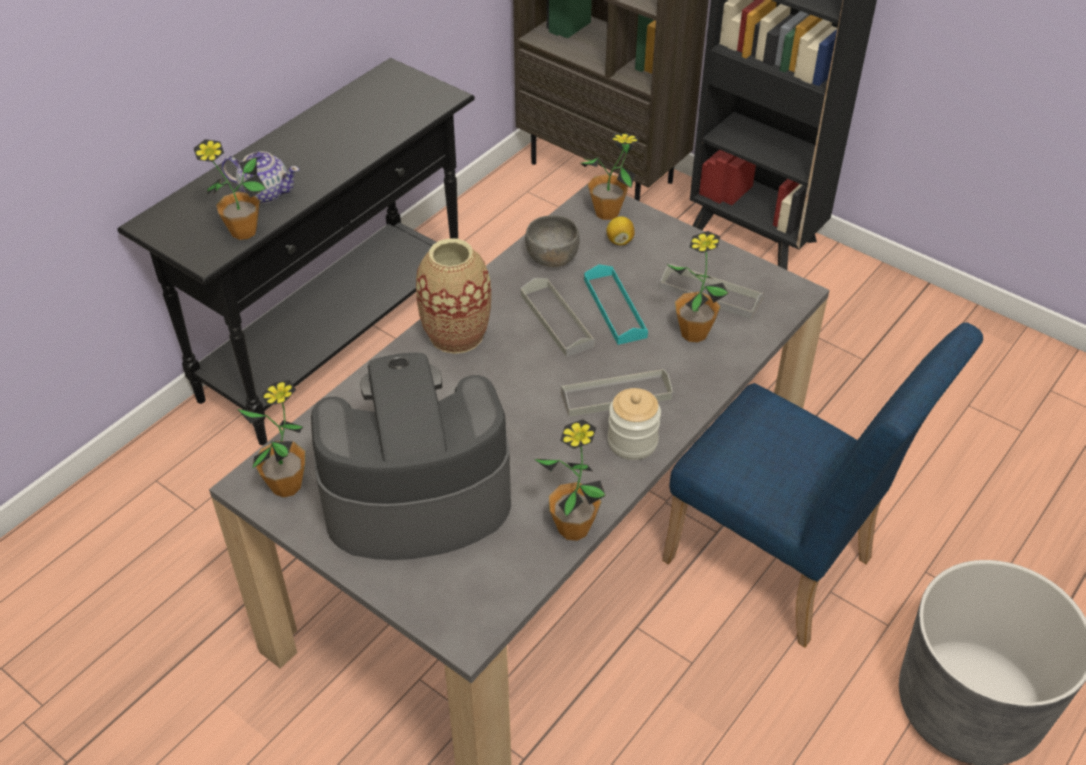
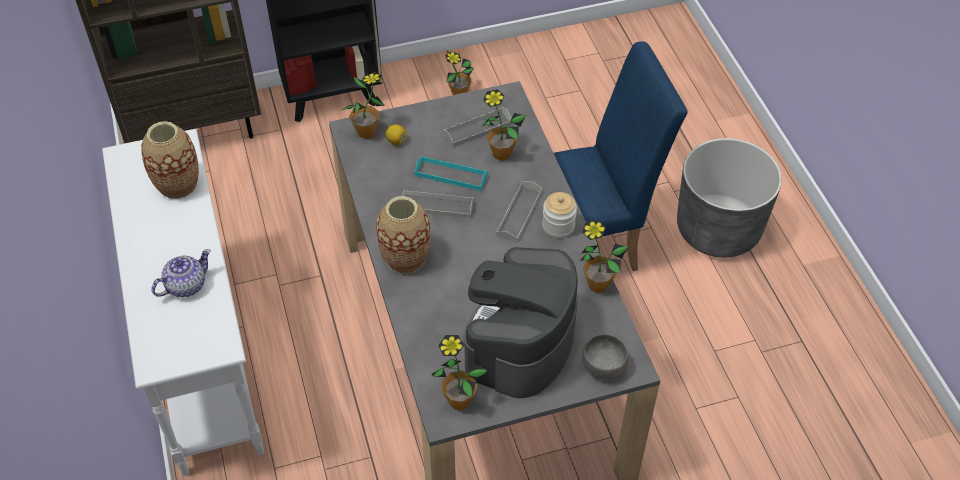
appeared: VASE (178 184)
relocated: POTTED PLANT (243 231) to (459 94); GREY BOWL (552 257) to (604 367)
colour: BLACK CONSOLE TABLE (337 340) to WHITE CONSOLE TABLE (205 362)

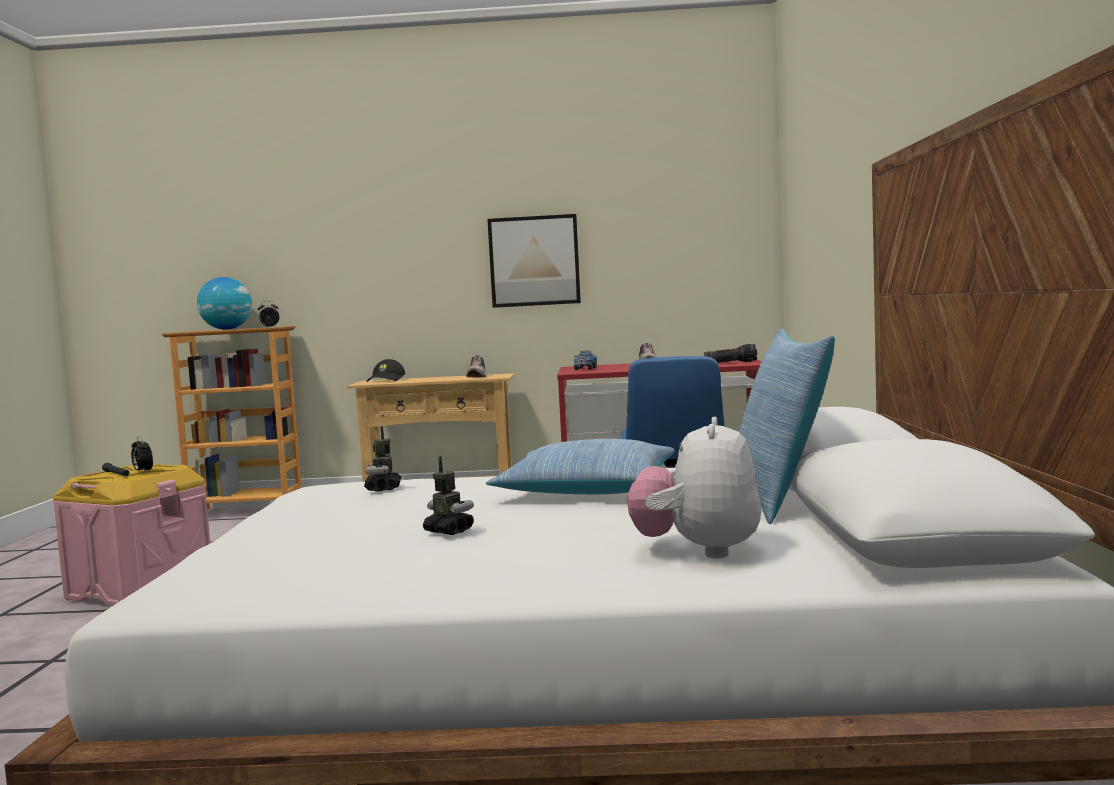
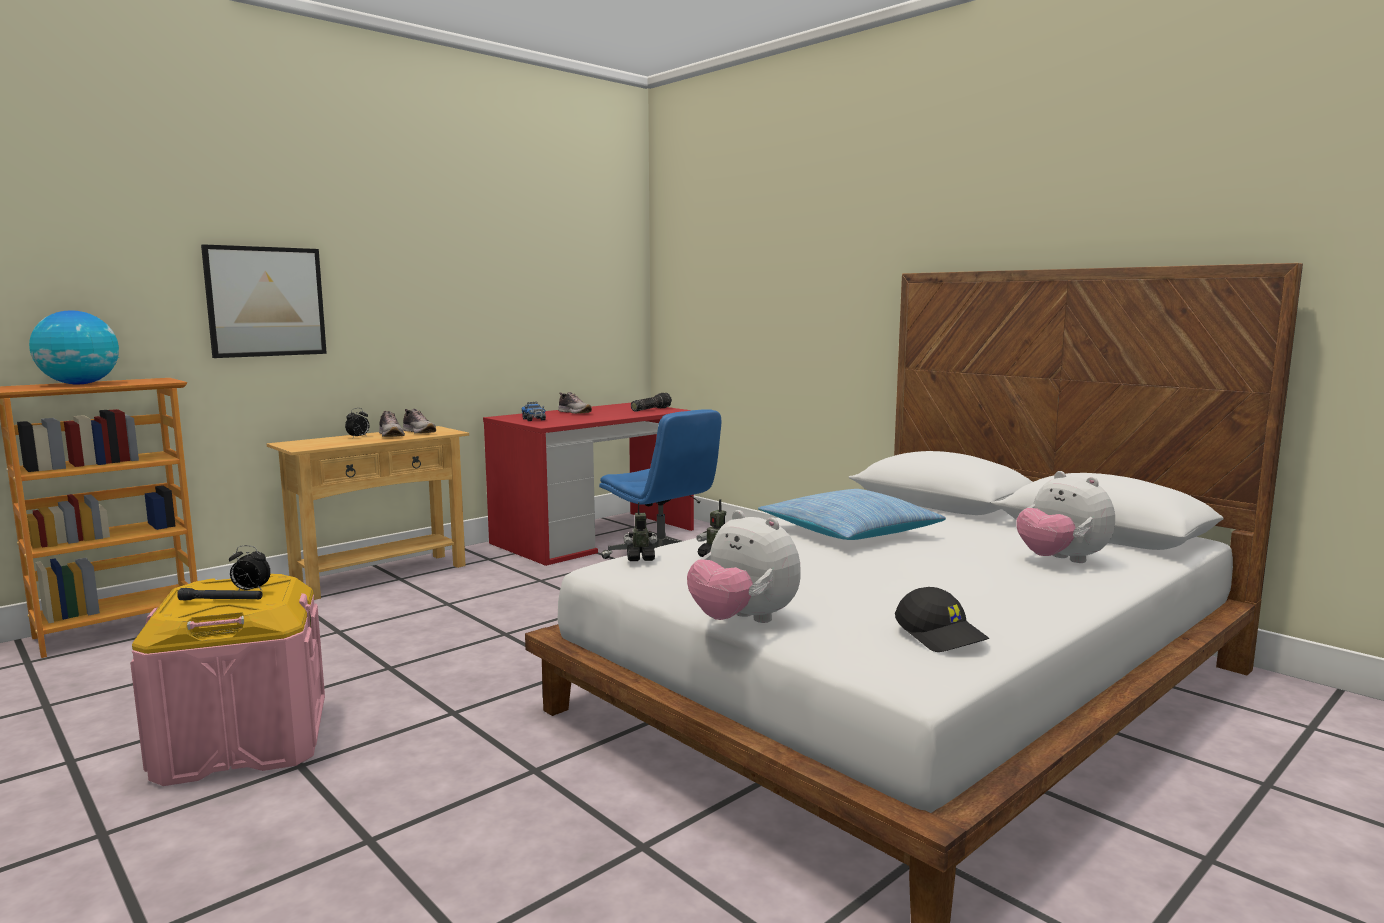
missing: PILLOW (780 500)
appeared: SHOE (391 435); PLUSH TOY (743 621)
relocated: PICTURE (534 261) to (266 301); ALARM CLOCK (269 327) to (358 437); BLACK CAP (387 380) to (942 635); TOY ROBOT (449 531) to (640 559)

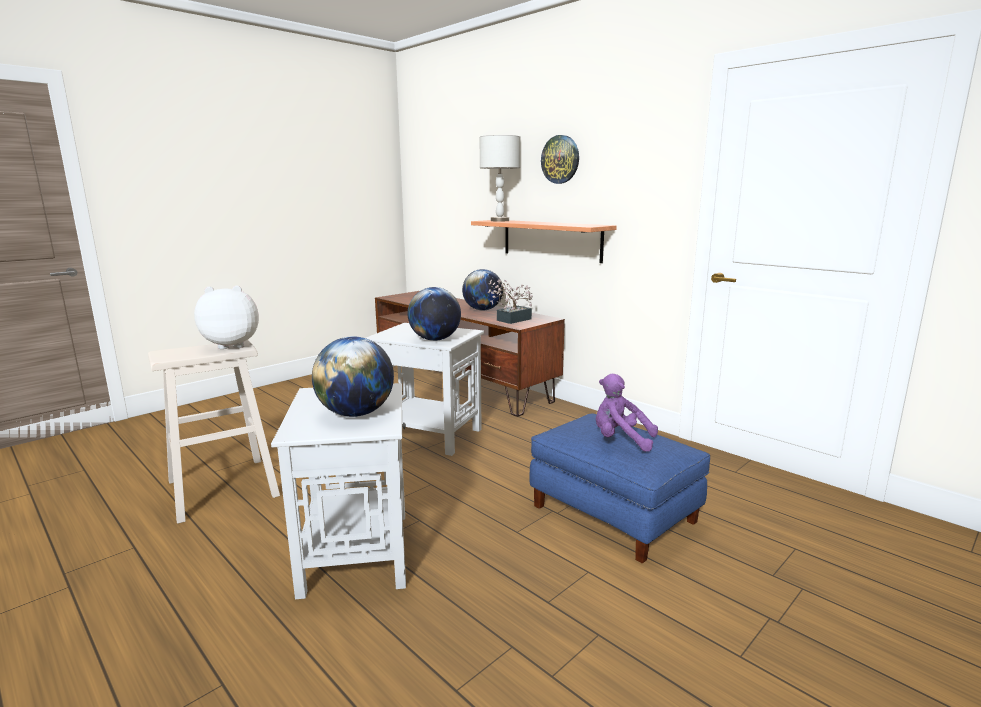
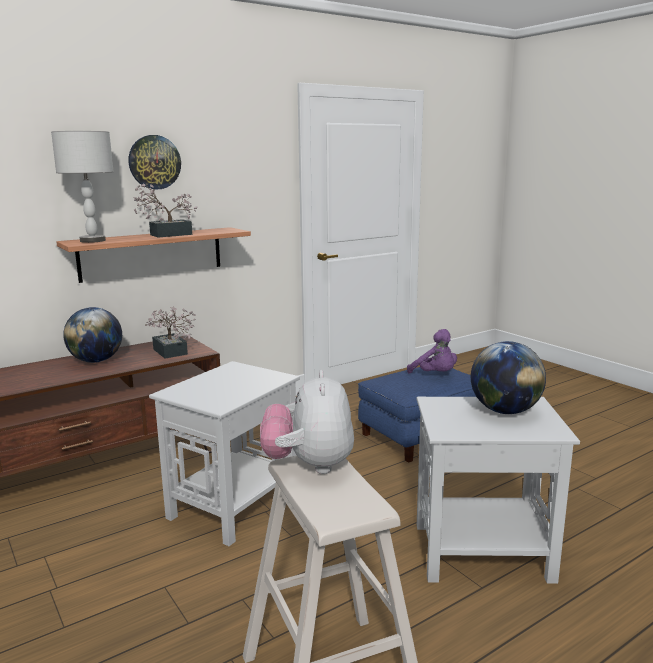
missing: GLOBE (435 339)
appeared: POTTED PLANT (166 235)
spun: PURPLE PLUSH TOY (620 440) = (435 375) 75 degrees counterclockwise

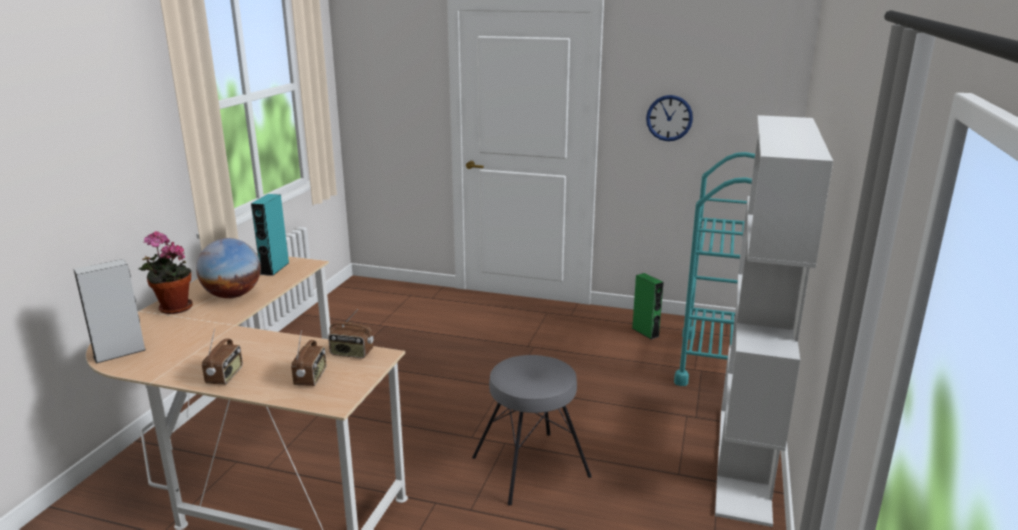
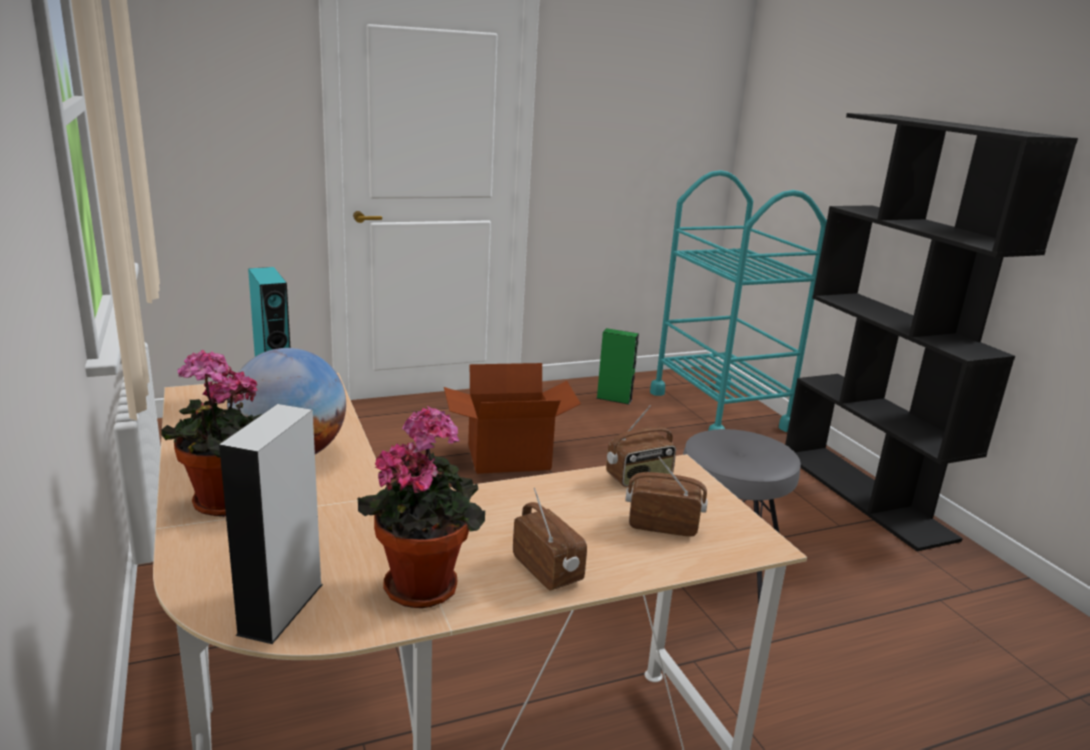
missing: WALL CLOCK (669 118)
appeared: CARDBOARD BOX (509 458); POTTED PLANT (424 583)
colour: WHITE BOOKCASE (744 463) to BLACK BOOKCASE (866 495)
spun: RADIO (311 378) = (662 525) 45 degrees counterclockwise

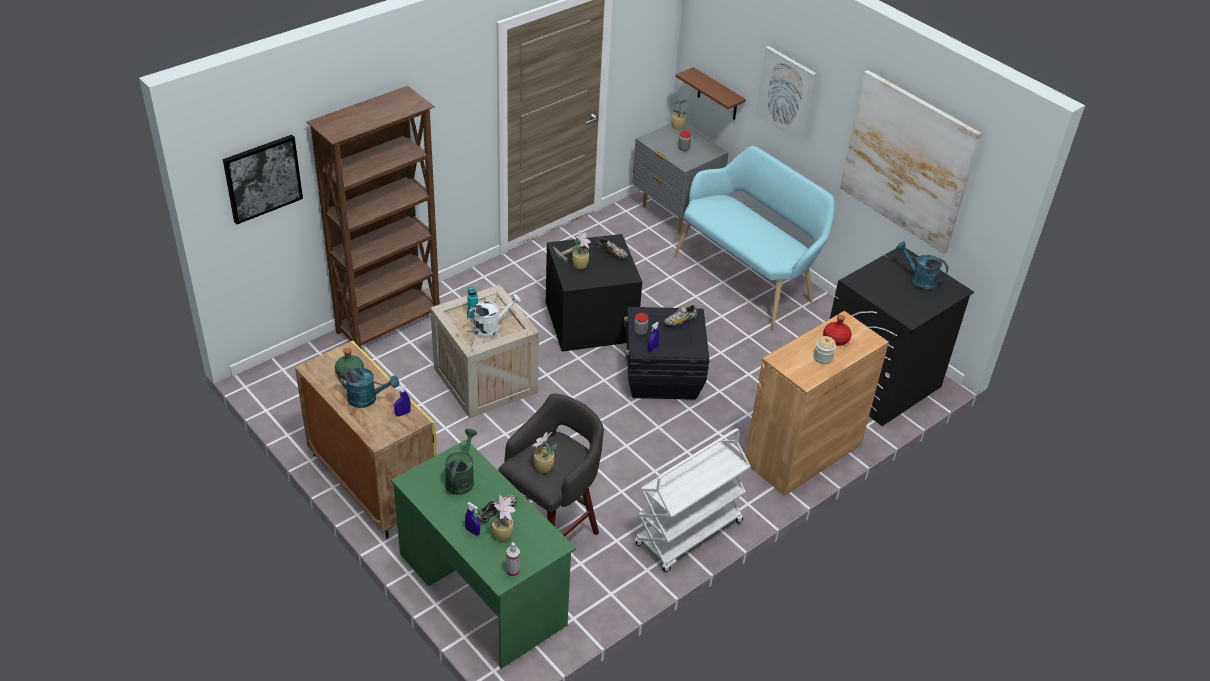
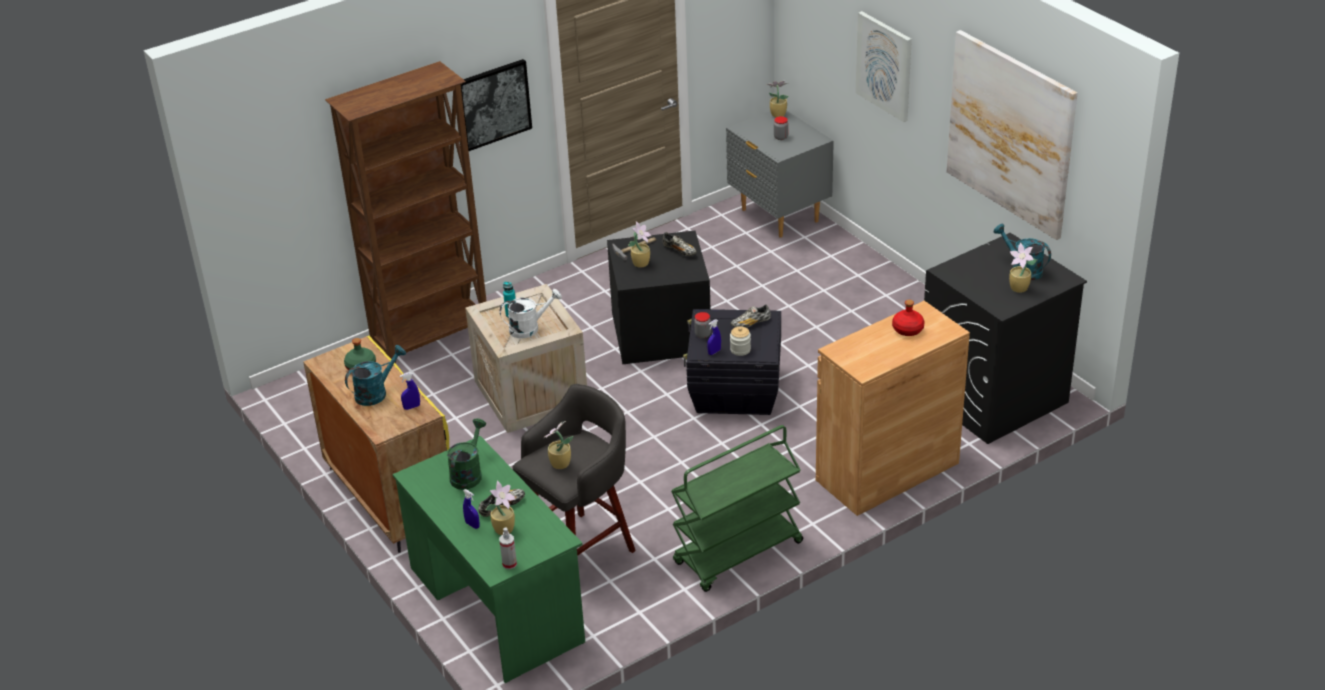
missing: BROWN SHELF (717 95); TURQUOISE BENCH (748 278)
appeared: POTTED PLANT (1019 289)
relocated: PICTURE (262 178) to (493 104); JAR (823 357) to (740 350)
colour: WHITE CART (688 534) to GREEN CART (738 554)
spun: TURQUOISE WATERING CAN (367 399) = (376 393) 60 degrees counterclockwise

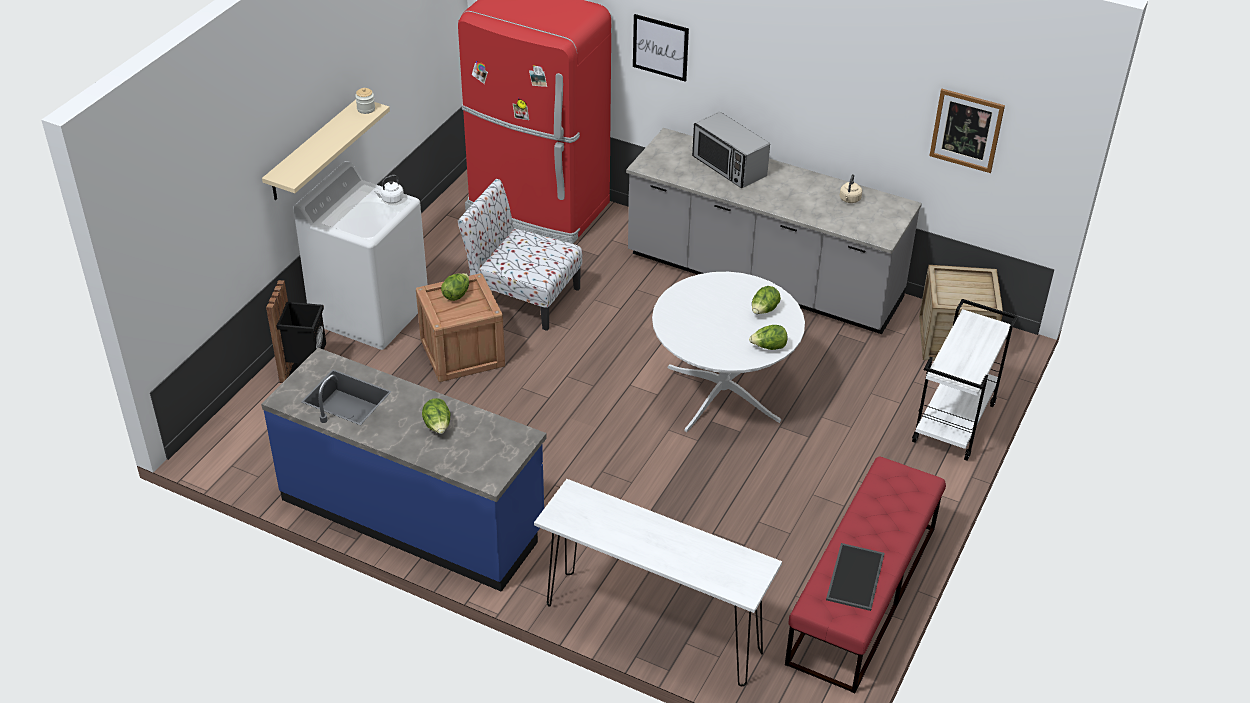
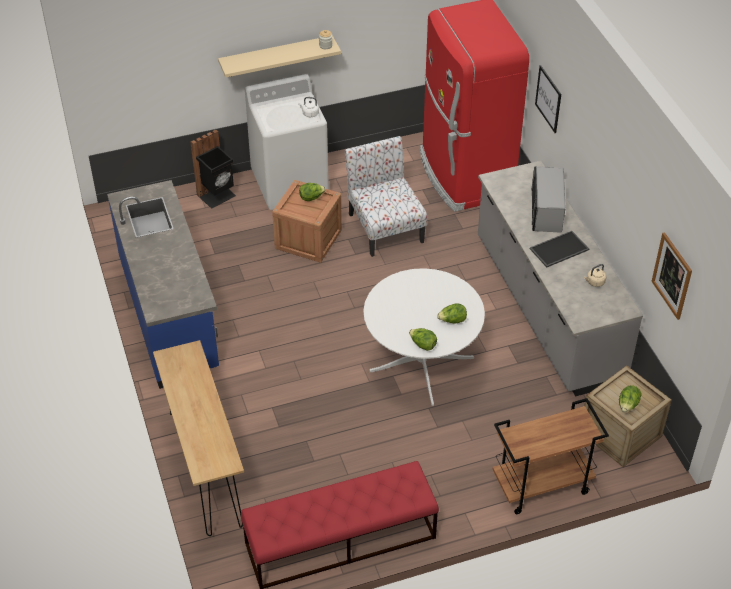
relocated: LETTUCE (438 426) to (628 405); TRAY (856 578) to (559 250)
colour: WHITE CART (954 424) to BROWN CART (541 486); WHITE CONSOLE TABLE (653 628) to BROWN CONSOLE TABLE (205 468)

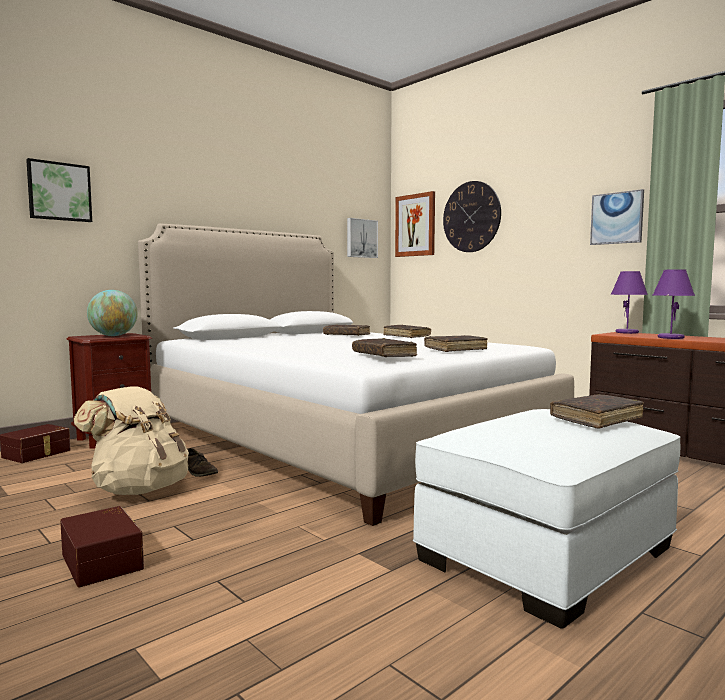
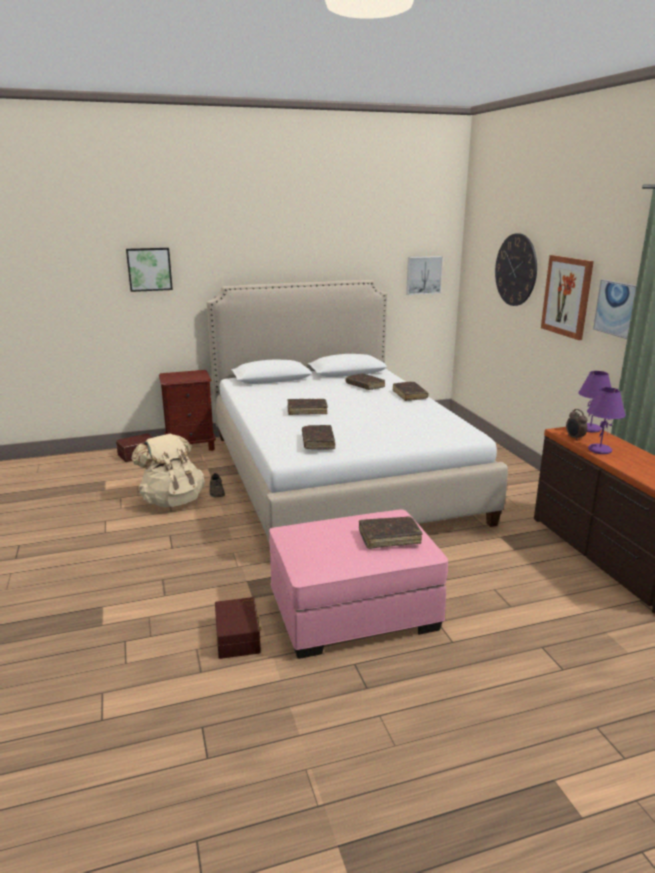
missing: GLOBE (113 336)
appeared: ALARM CLOCK (574 438)
relocated: PICTURE (415 225) to (567 296); BROWN BOOK (455 349) to (307 411); BROWN STORAGE BOX (104 561) to (239 637)
colour: WHITE OTTOMAN (547 552) to PINK OTTOMAN (355 611)

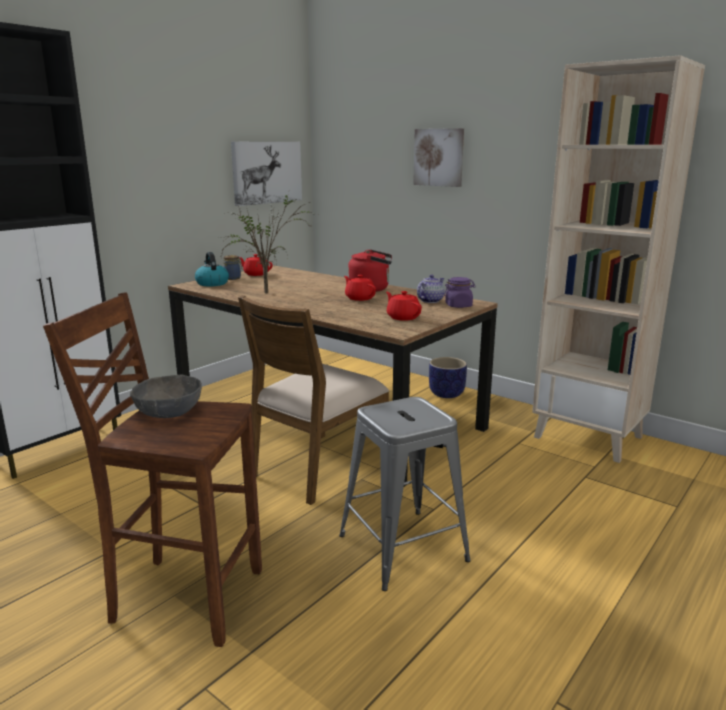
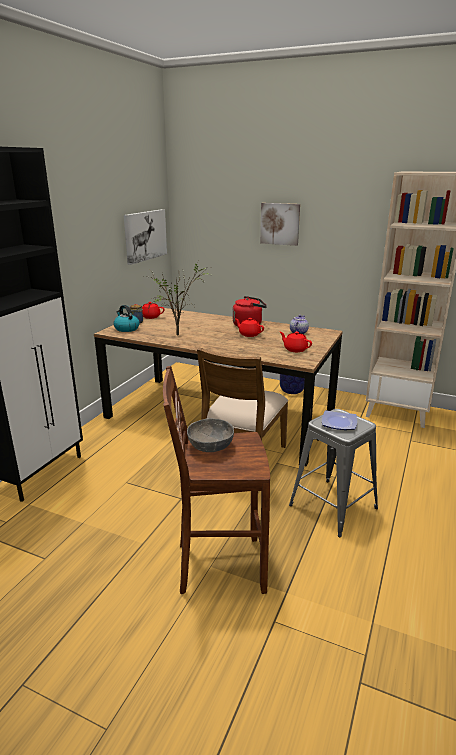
missing: PURPLE JAR (458 306)
appeared: PLATE (338 423)

